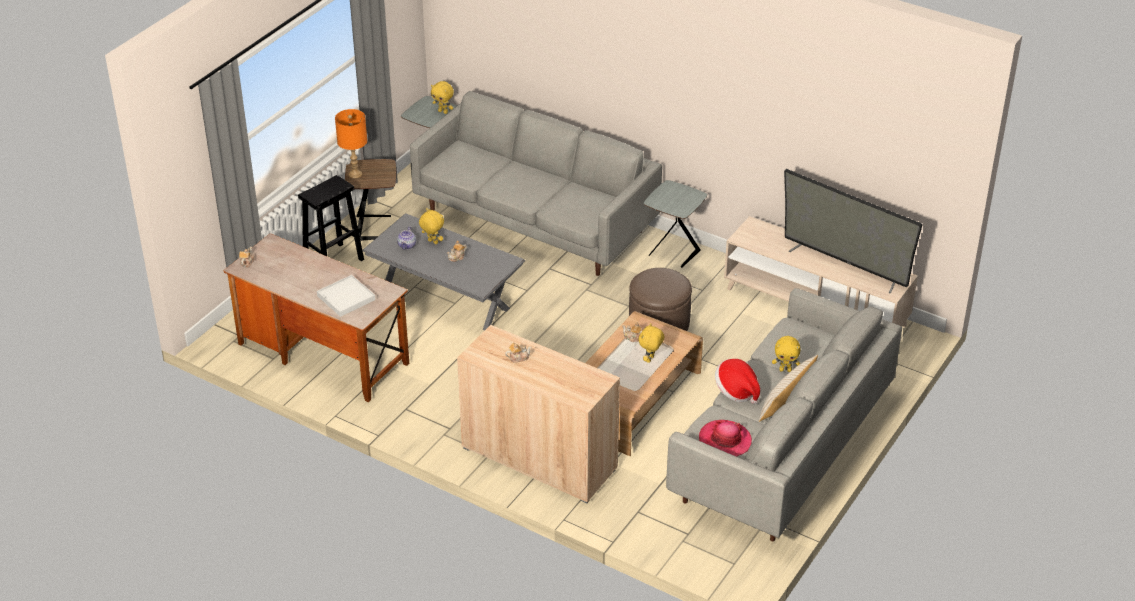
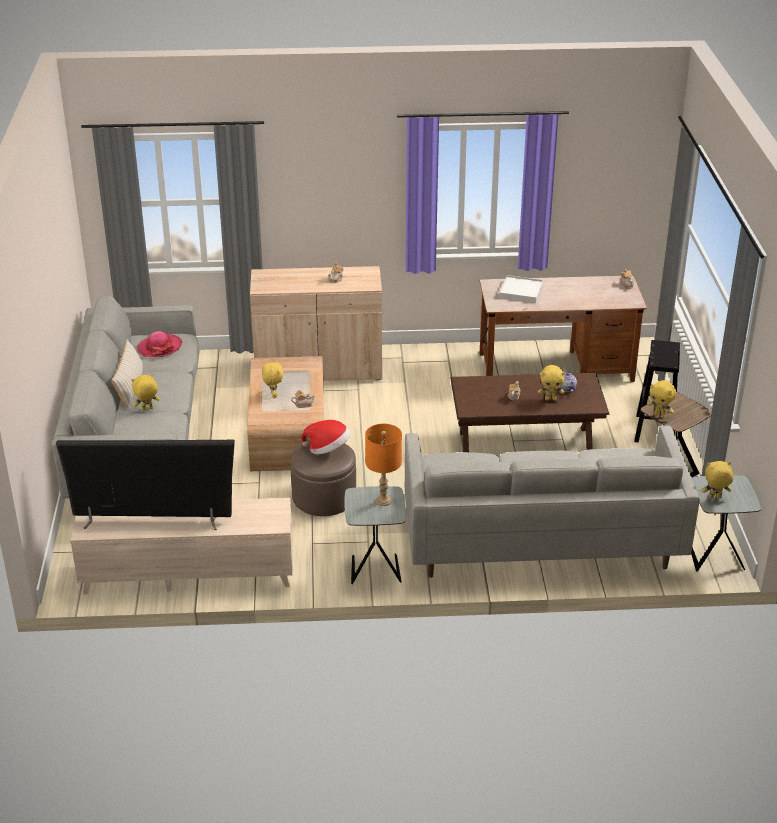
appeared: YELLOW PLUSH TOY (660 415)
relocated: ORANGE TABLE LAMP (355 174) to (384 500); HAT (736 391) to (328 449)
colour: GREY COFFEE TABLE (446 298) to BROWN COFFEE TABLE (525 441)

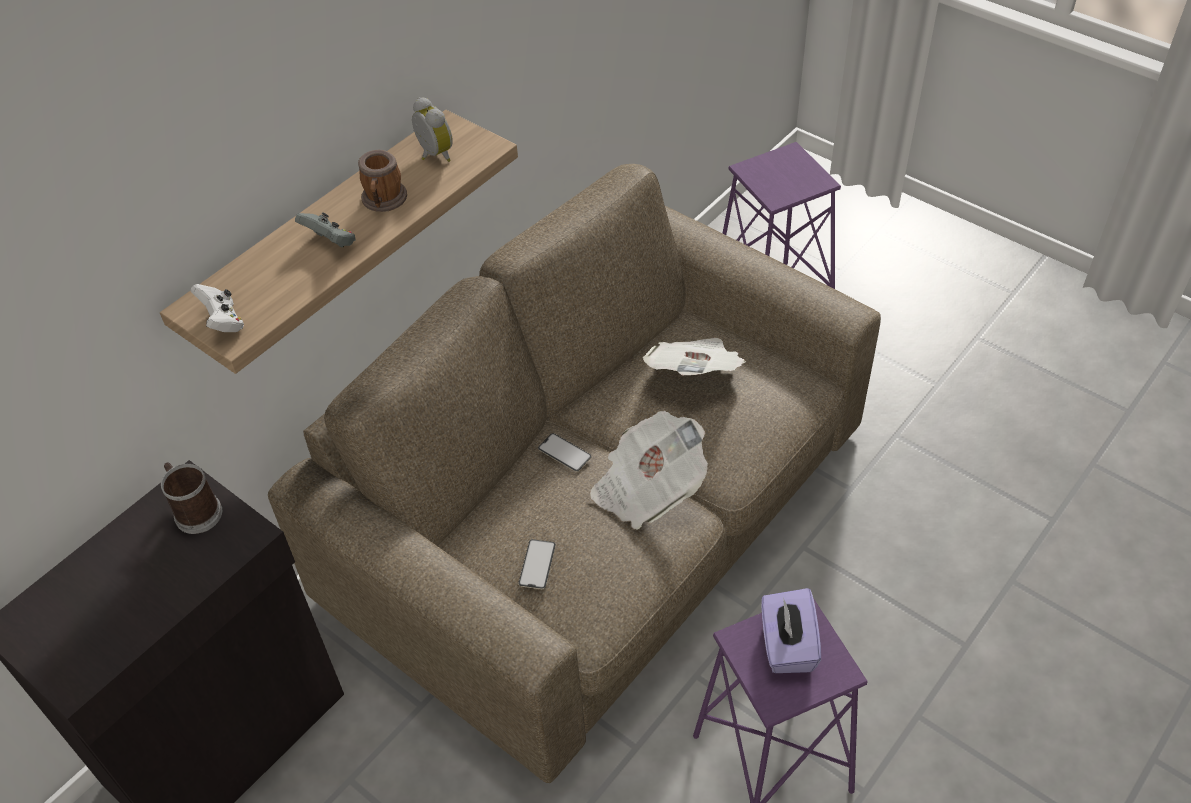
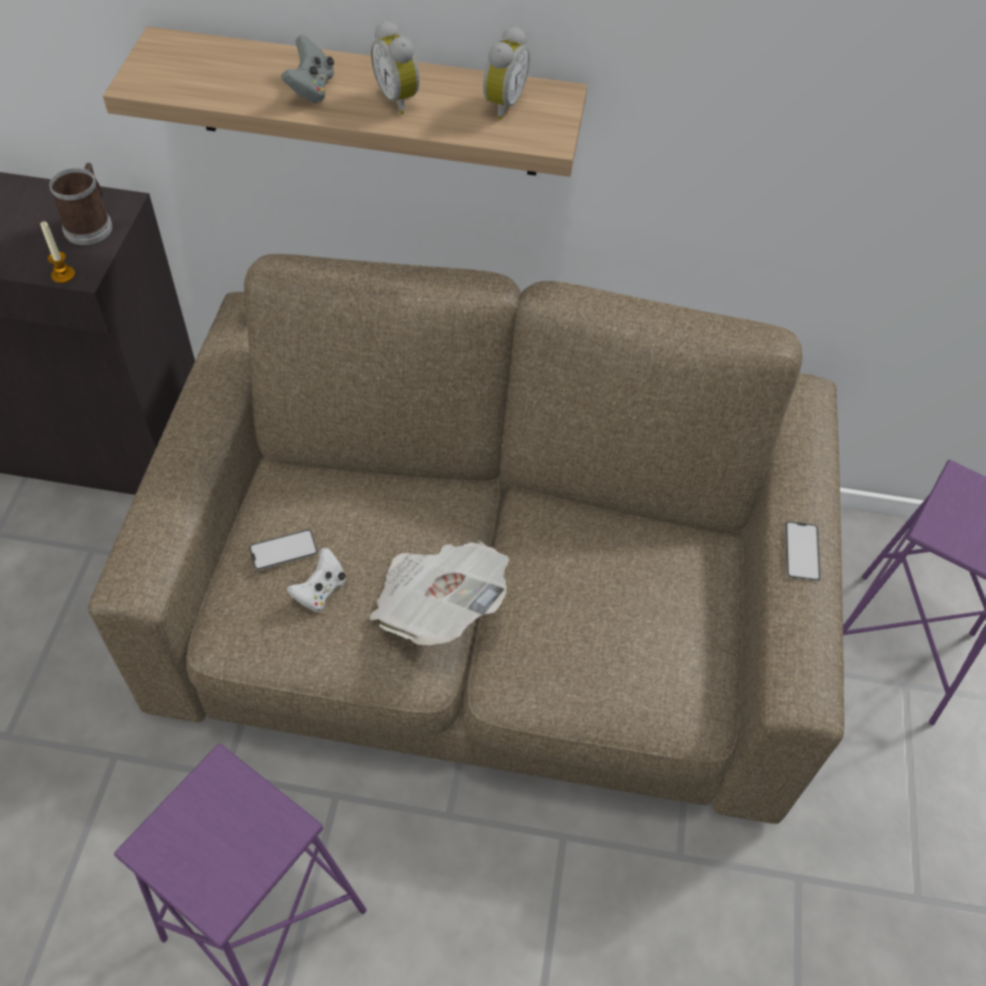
missing: NEWSPAPER (695 374); PURPLE TISSUE BOX (787 645)
appeared: CANDLE (63 275)
relocated: WHITE GAME CONTROLLER (223 322) to (320 591); PHONE (564 452) to (802 551)
exchanged: MUG (384 201) to ALARM CLOCK (399 99)

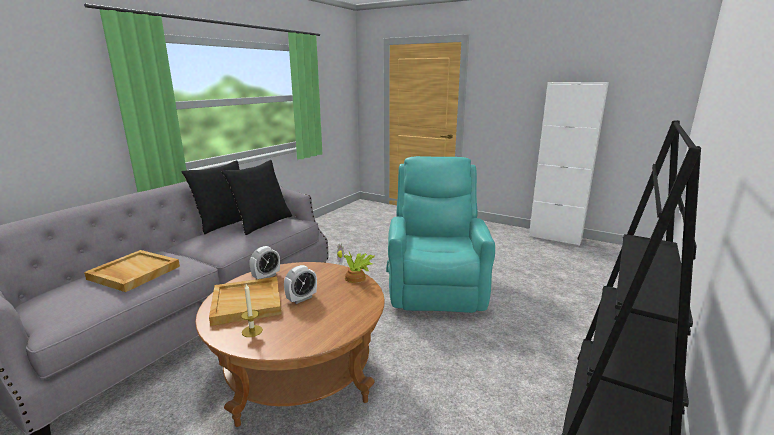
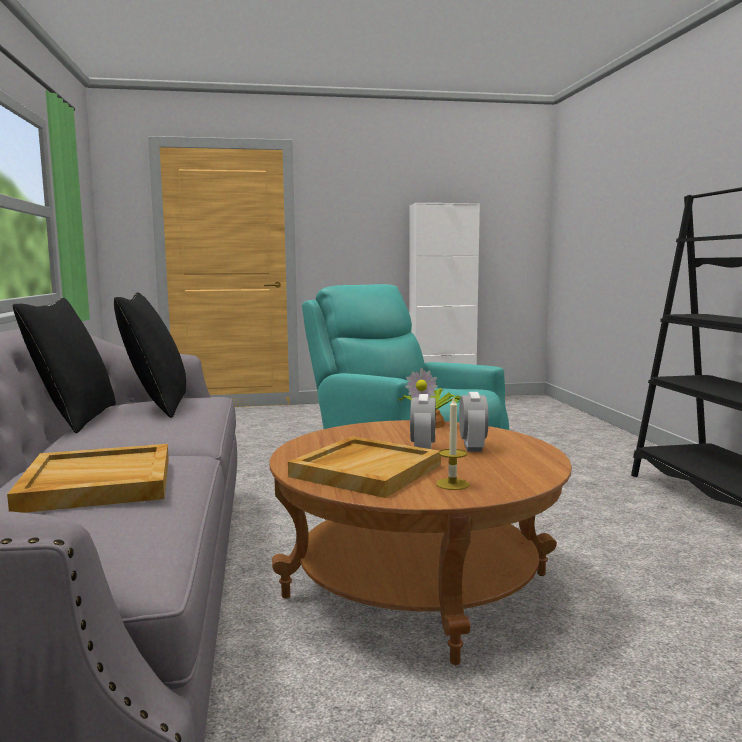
relocated: ALARM CLOCK (266 276) to (472 447)

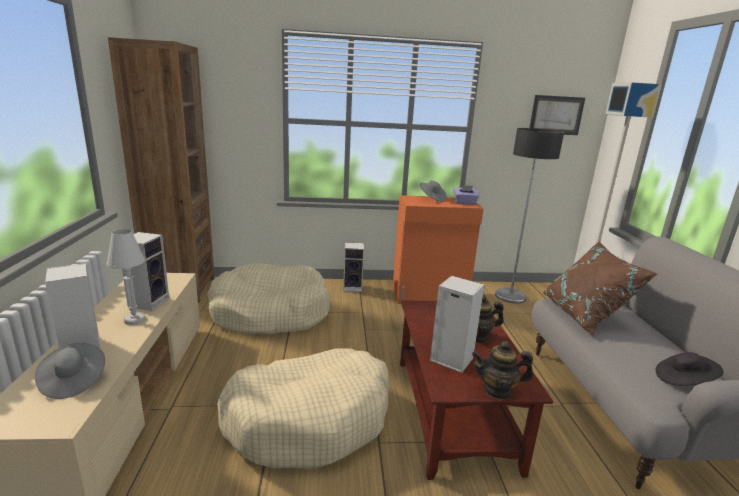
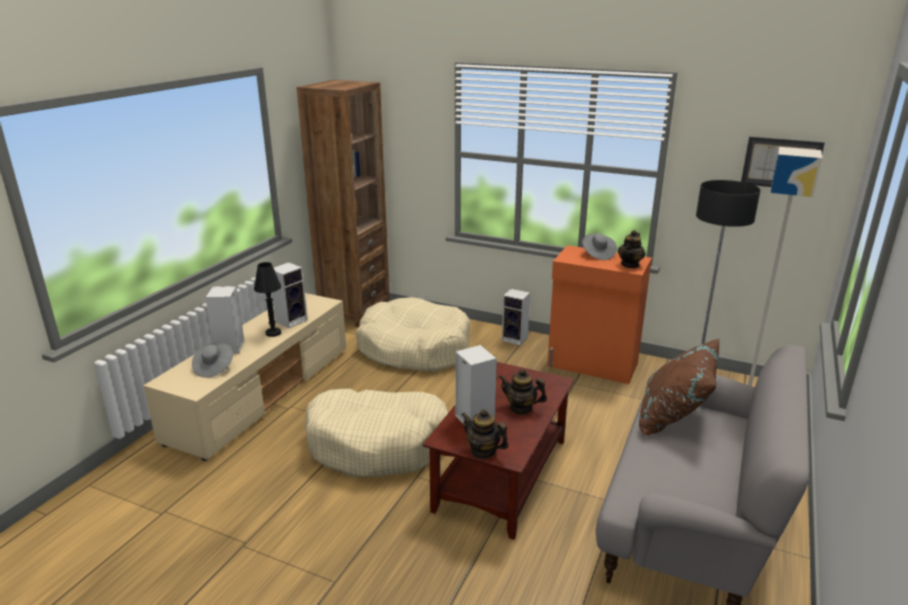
missing: BLACK HAT (683 381)
exchanged: PURPLE TISSUE BOX (464 203) to TEAPOT (630 265)
colour: WHITE TABLE LAMP (134 320) to BLACK TABLE LAMP (273 333)

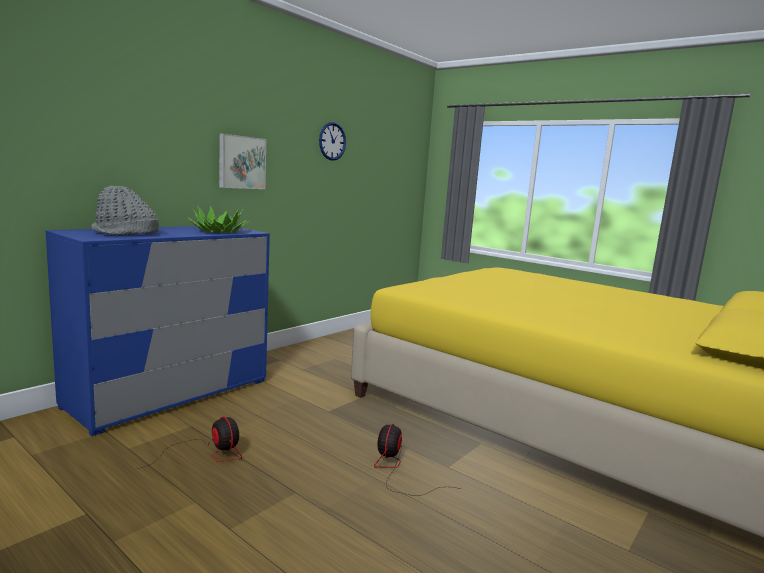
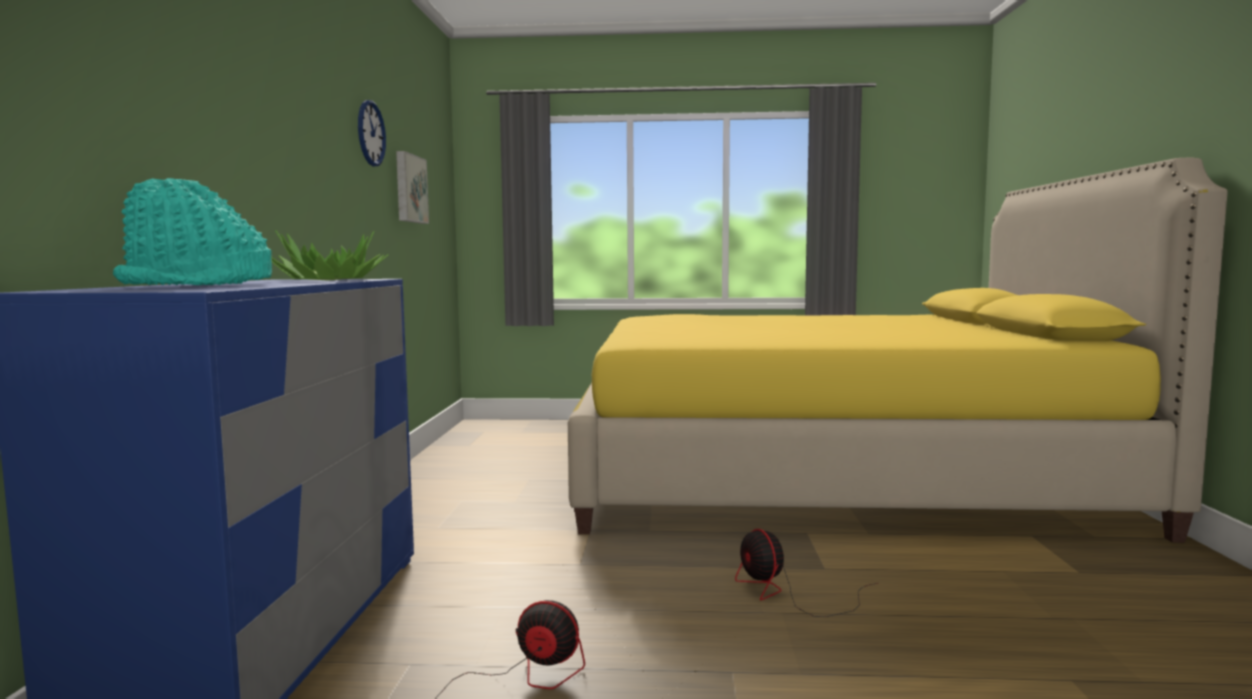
relocated: PICTURE (241 162) to (409 189)
colour: GREY HAT (125 233) to TURQUOISE HAT (198 286)

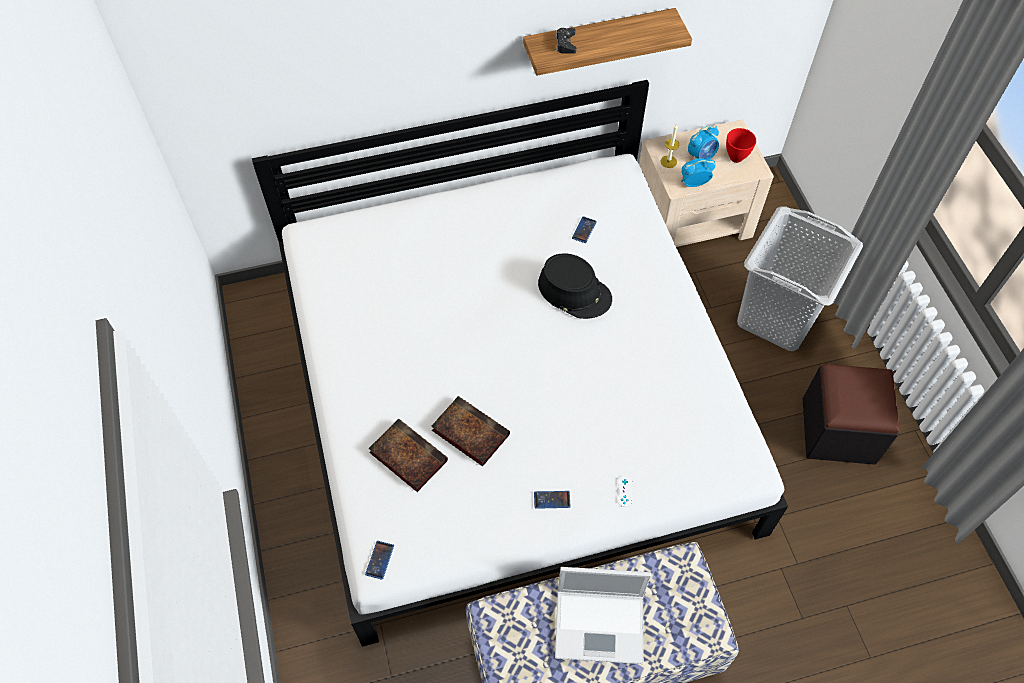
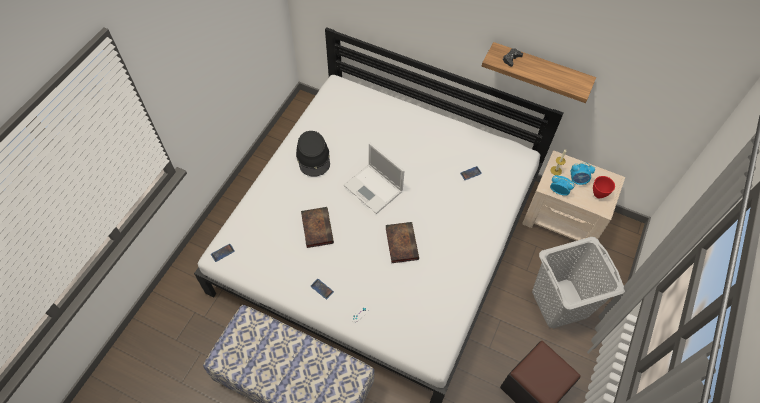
relocated: BLACK HAT (574 291) to (313 157); BOOK (406 456) to (401 243); LAPTOP (601 625) to (374 189)

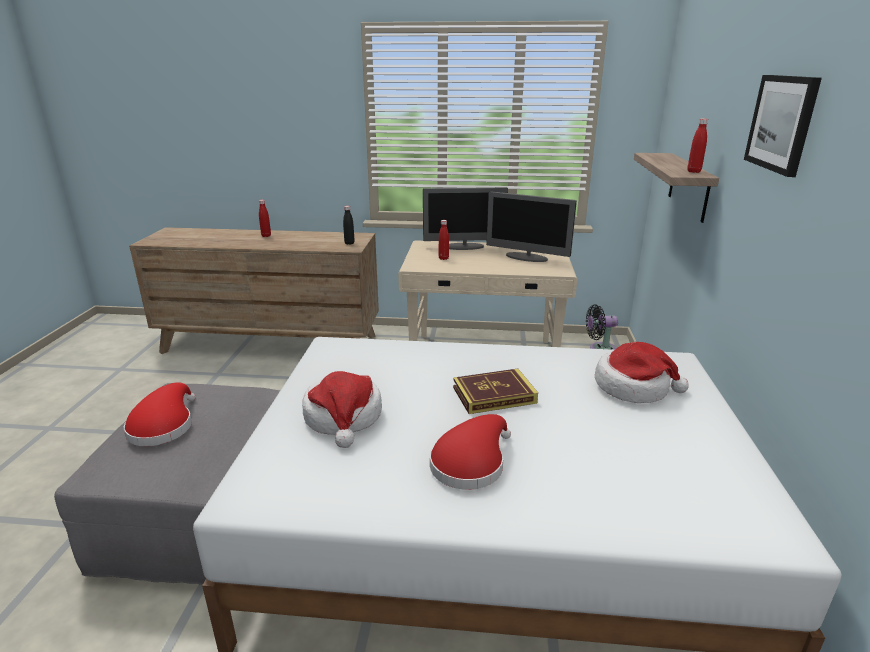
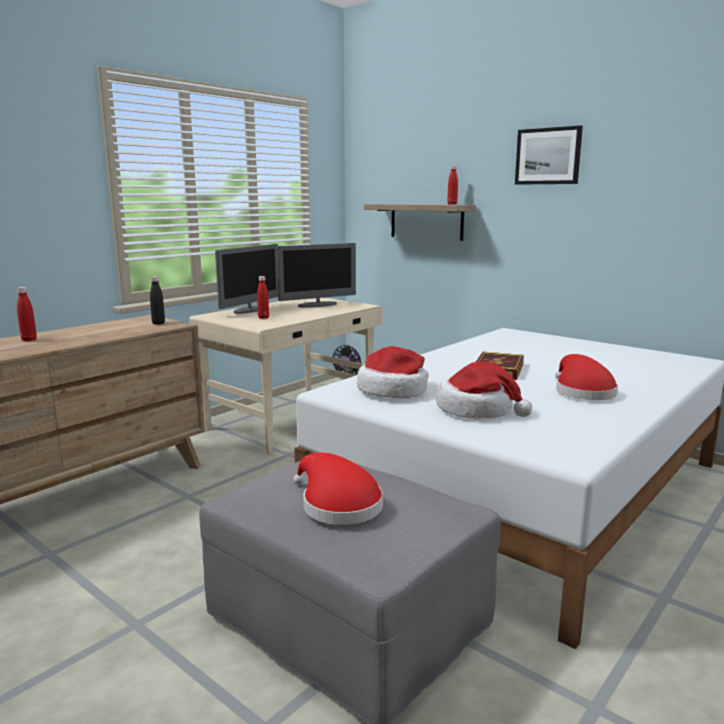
relocated: HAT (633 387) to (393 391)

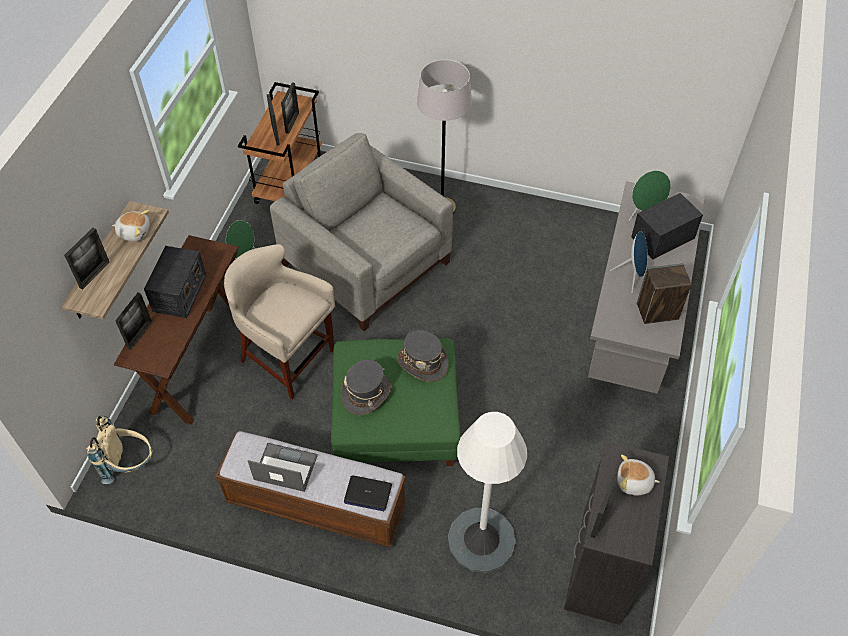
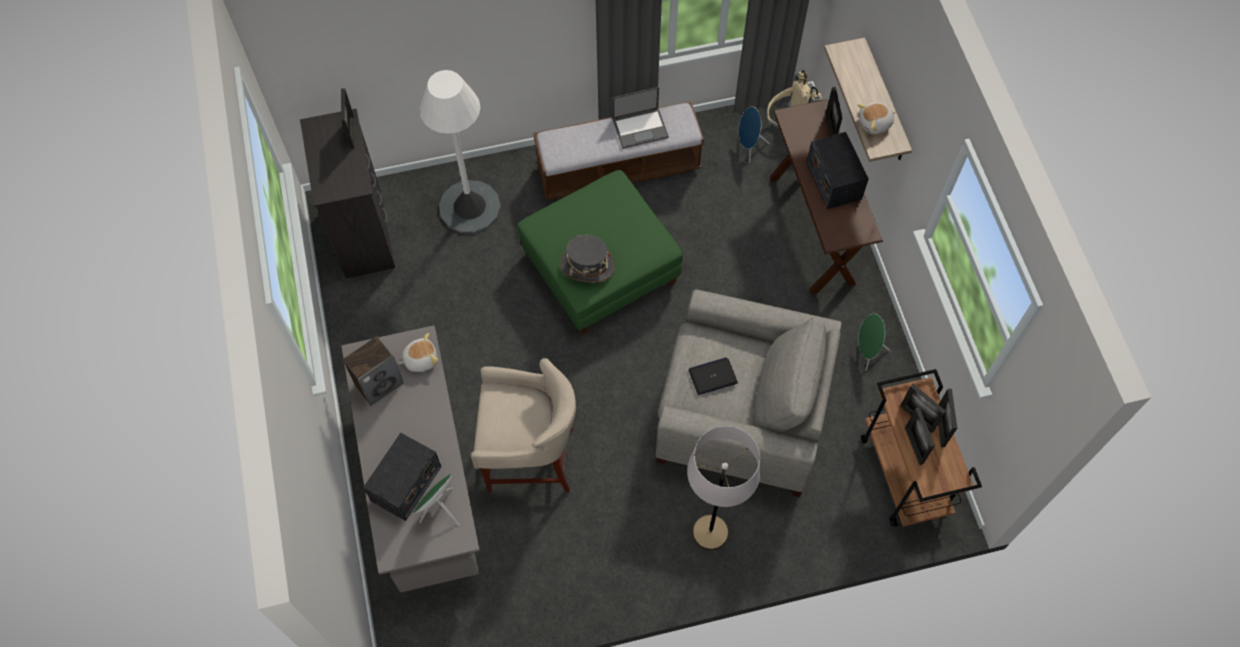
missing: GREY HAT (366 393)
relocated: PICTURE FRAME (94 275) to (940 427); BLUE SPEAKER (631 276) to (749 147); BEIGE STOOL (287 358) to (529 456); PLUSH TOY (634 482) to (420 359); LAPTOP (367 493) to (713 376)

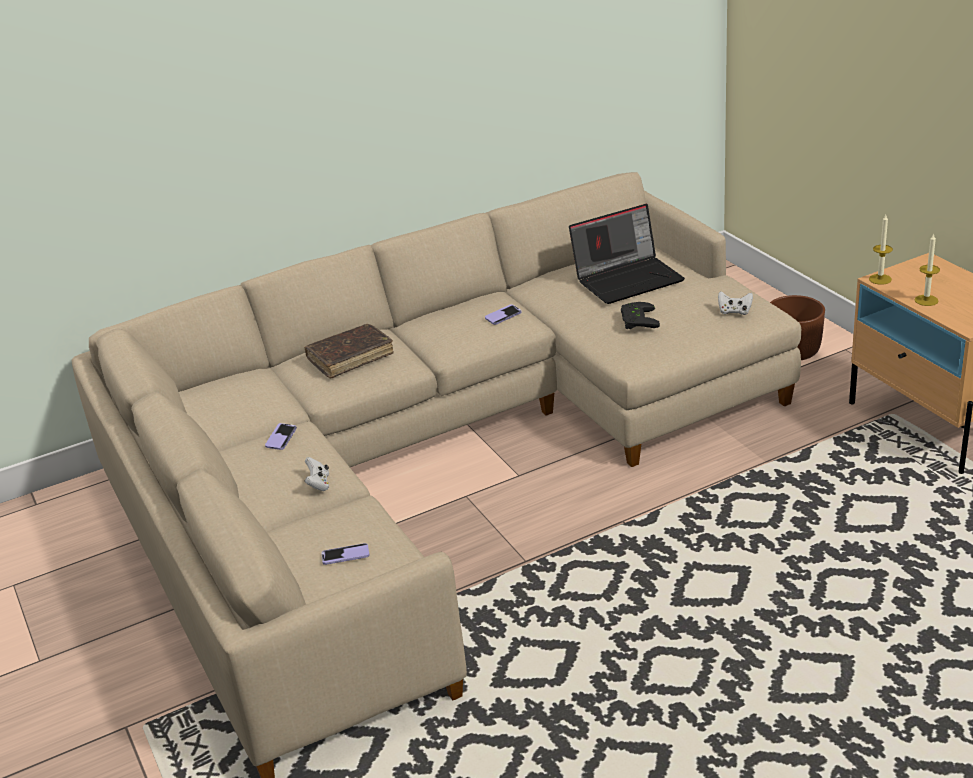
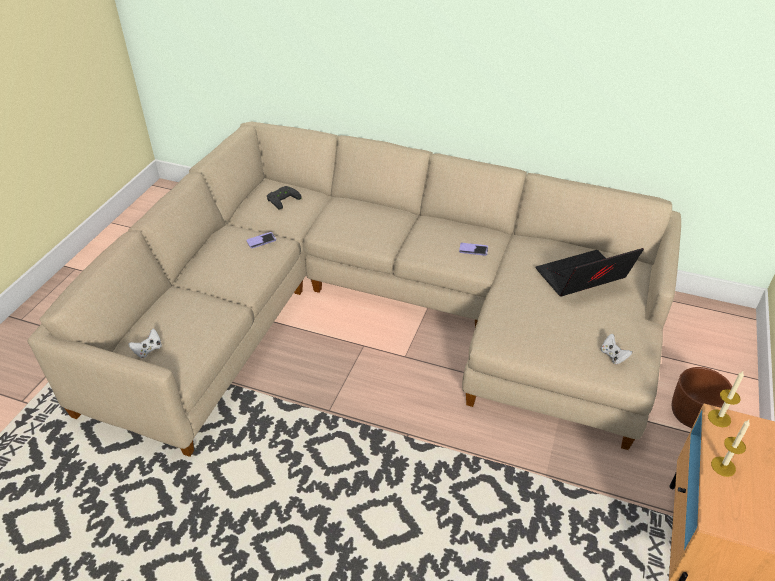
missing: BROWN BOOK (350 357); PHONE (345 555)
relocated: BLACK GAME CONTROLLER (636 319) to (282 198); WHITE GAME CONTROLLER (318 484) to (148 350)
spun: LAPTOP (628 278) = (582 279) 135 degrees clockwise

